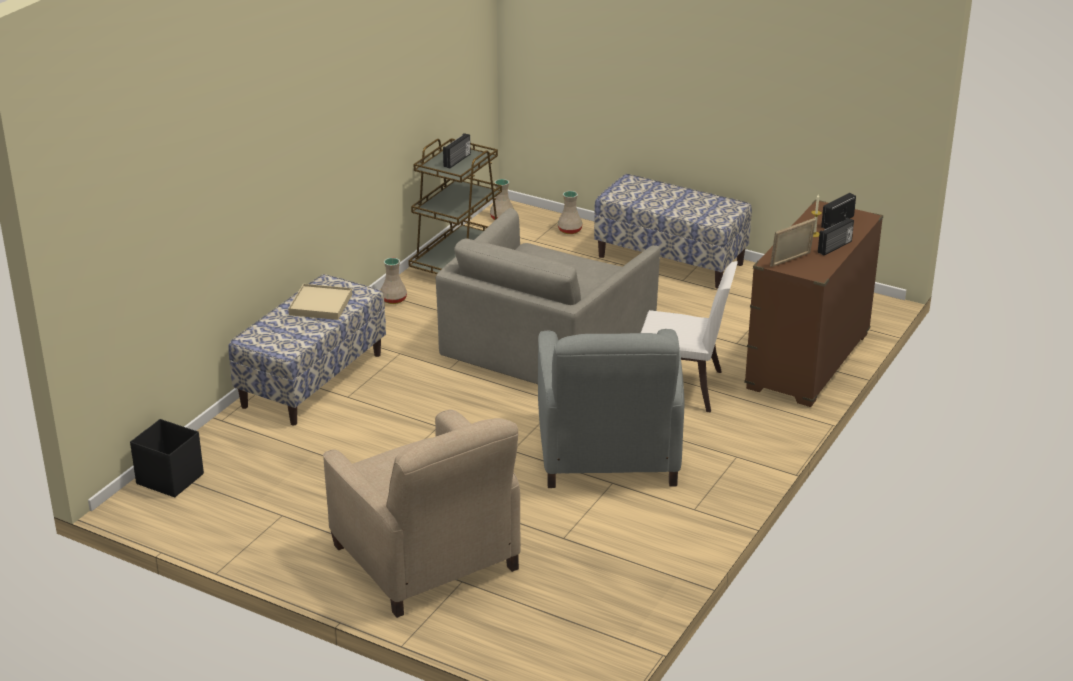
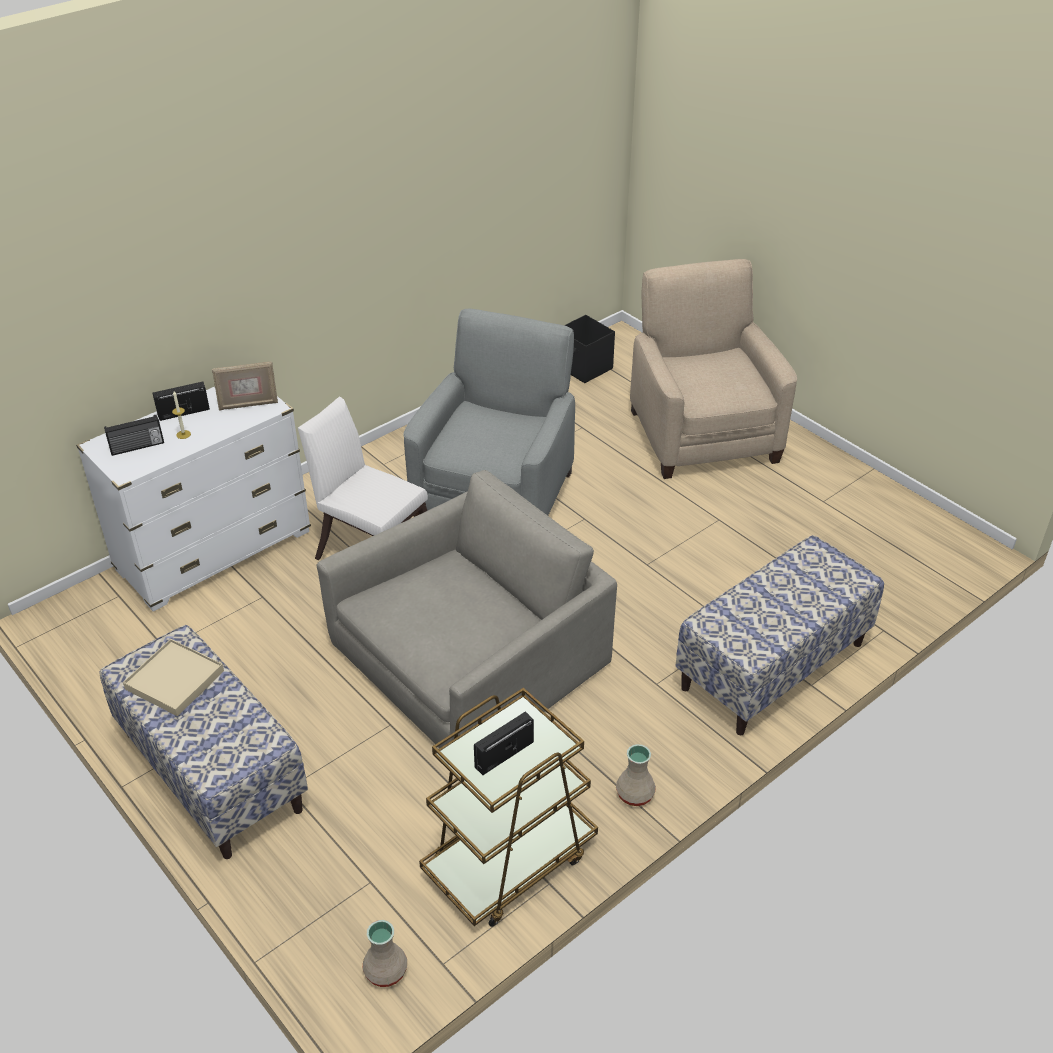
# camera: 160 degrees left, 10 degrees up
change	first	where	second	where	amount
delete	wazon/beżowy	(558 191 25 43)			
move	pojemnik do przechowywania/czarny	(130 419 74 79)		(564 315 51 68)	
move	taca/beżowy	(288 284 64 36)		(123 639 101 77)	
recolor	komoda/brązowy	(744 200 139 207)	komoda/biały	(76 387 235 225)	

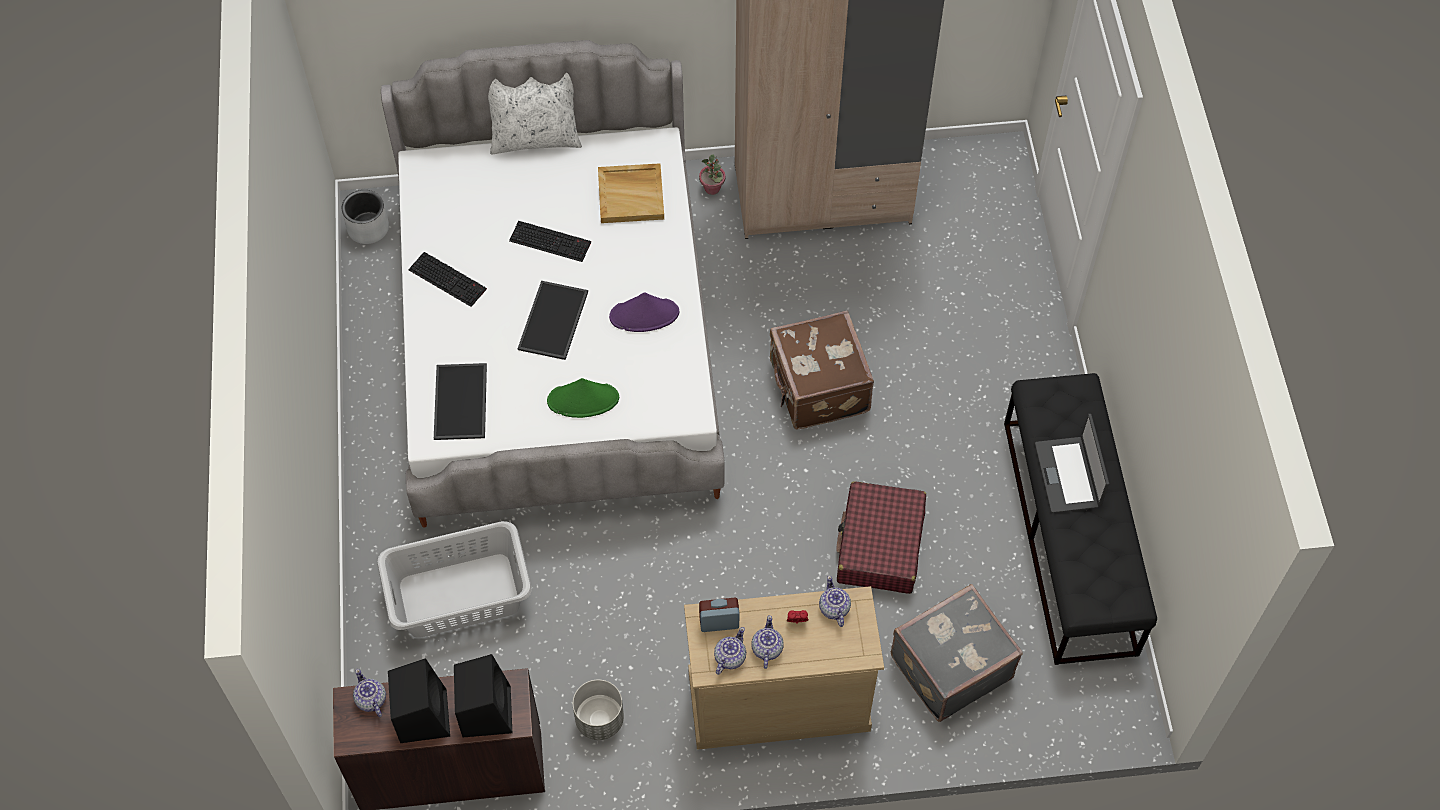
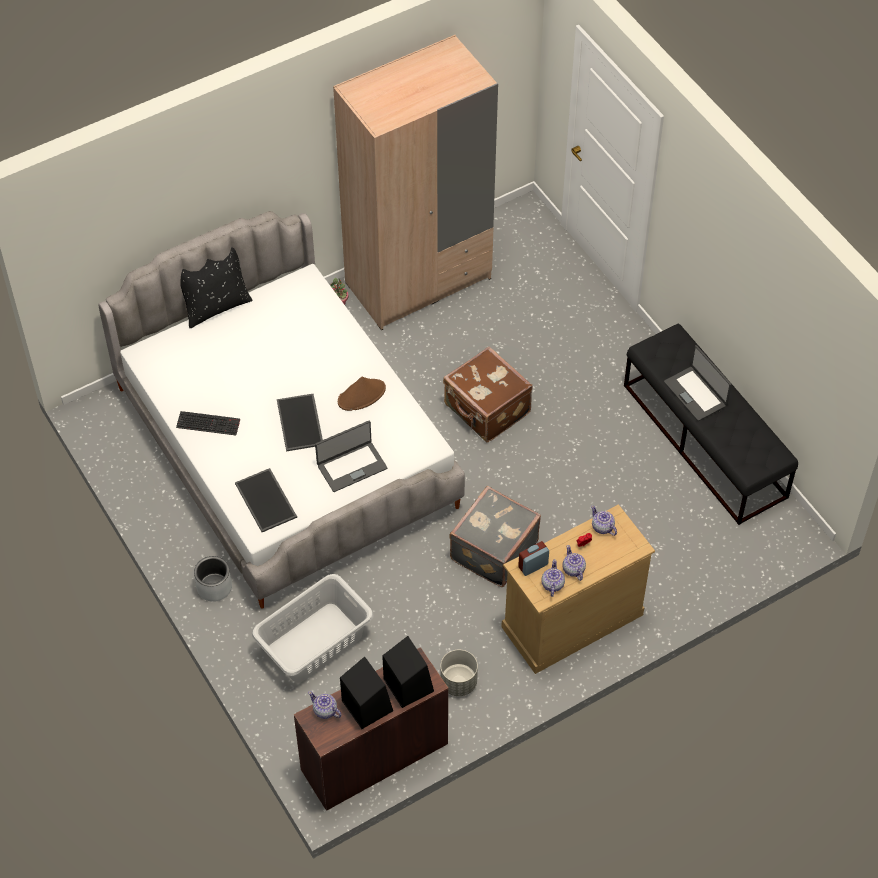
# camera: 25 degrees left, 5 degrees down
change	first	where	second	where	amount
delete	klawiatura	(509 221 82 41)			
delete	taca/beżowy	(598 163 66 60)			
delete	walizka/czerwony	(836 481 90 113)			
move	donica/szary	(342 190 47 54)		(194 556 38 46)	
move	walizka/szary	(891 584 132 138)		(449 486 92 101)	
replace	kapelusz/zielony	(547 378 72 40)	laptop	(315 421 72 71)	
recolor	poduszka/biały	(488 72 94 82)	poduszka/czarny	(180 247 73 81)	
recolor	kapelusz/fioletowy	(609 292 70 40)	kapelusz/brązowy	(338 377 48 34)	

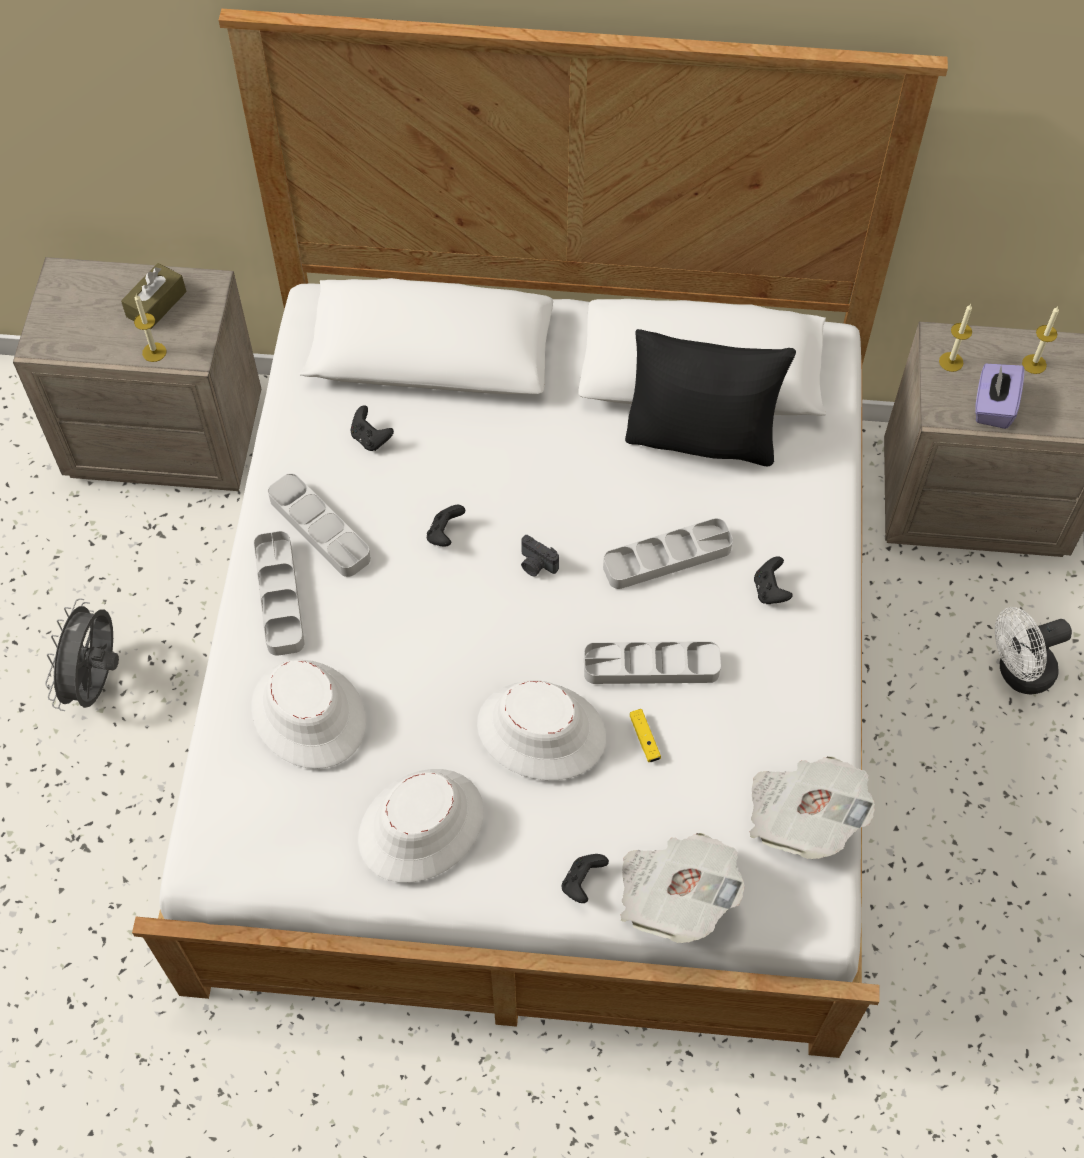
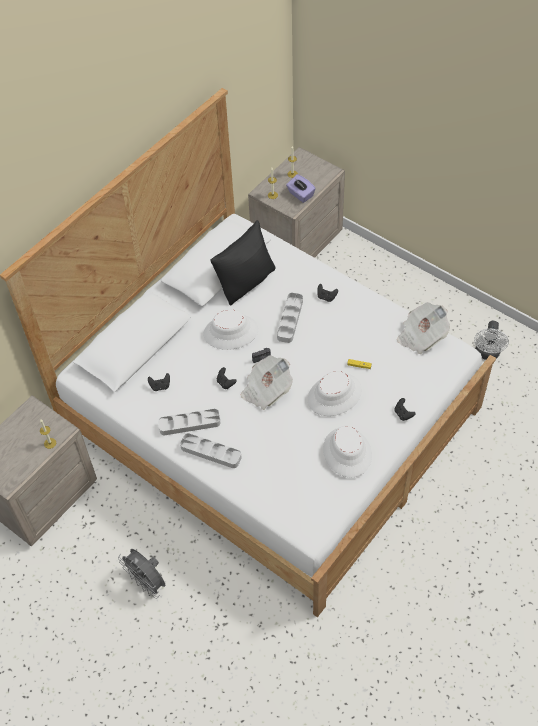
# camera: 55 degrees left, 5 degrees down
change	first	where	second	where	amount
delete	pudełko chusteczek/brązowy	(121 263 65 66)			
delete	taca/szary	(584 641 137 43)			
move	kapelusz/biały	(251 659 115 110)		(203 310 55 40)	
move	gazeta	(620 833 124 110)		(241 355 52 55)	
move	wentylator/biały	(995 607 77 88)		(474 321 35 39)	

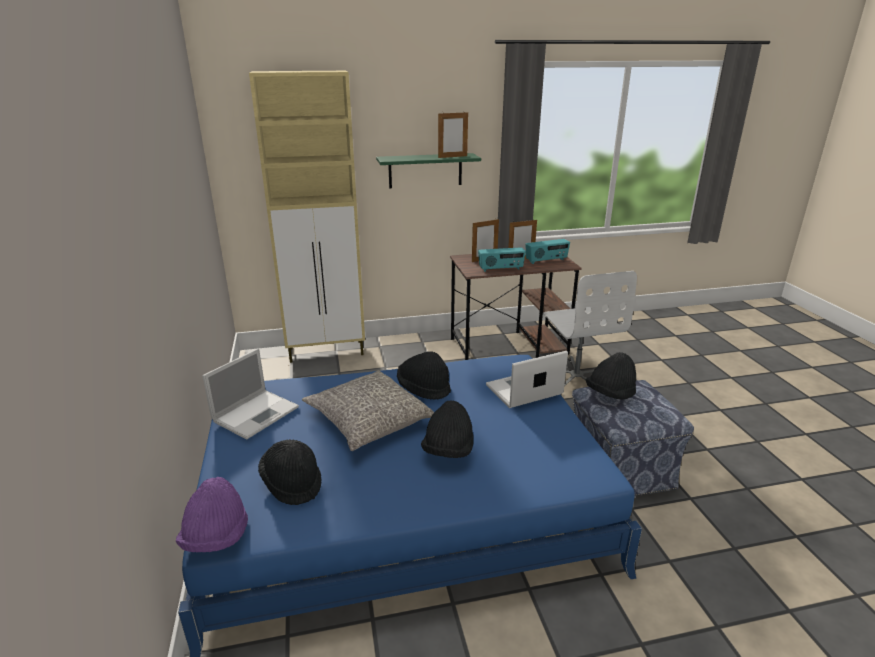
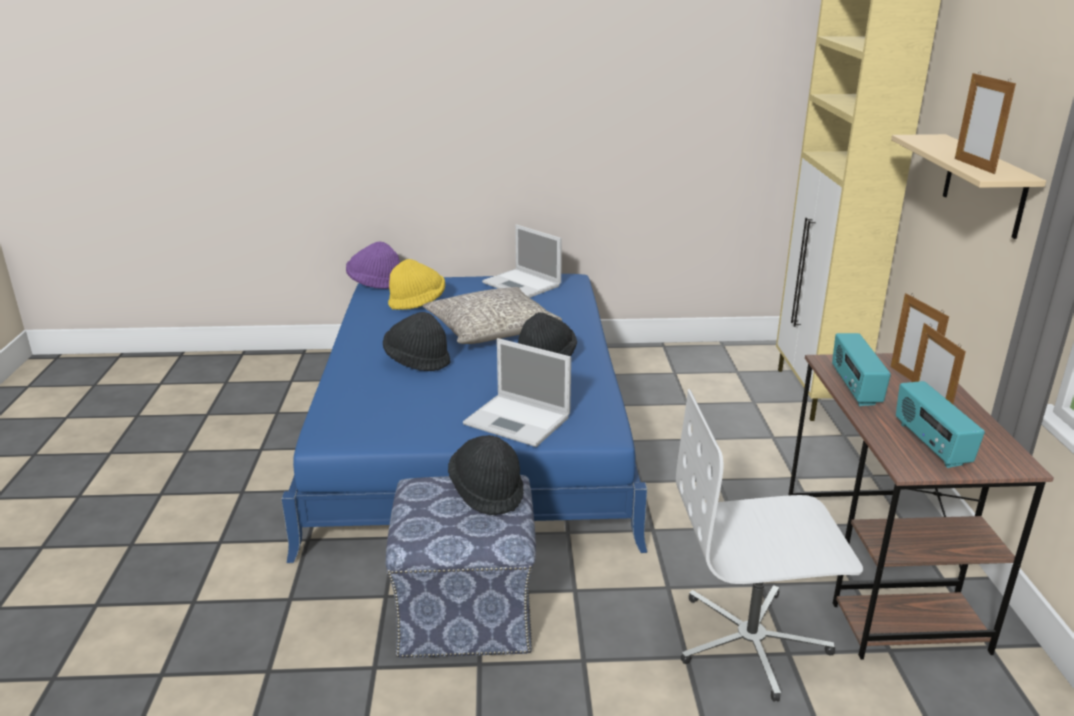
# camera: 100 degrees right, 0 degrees up
change	first	where	second	where	amount
recolor	kapelusz/czarny	(258 439 63 66)	kapelusz/żółty	(388 259 57 51)	
recolor	półka/zielony	(376 153 105 35)	półka/beżowy	(891 134 155 105)	
rotate	laptop	(486 351 82 57)		(463 338 108 109)	135 degrees clockwise

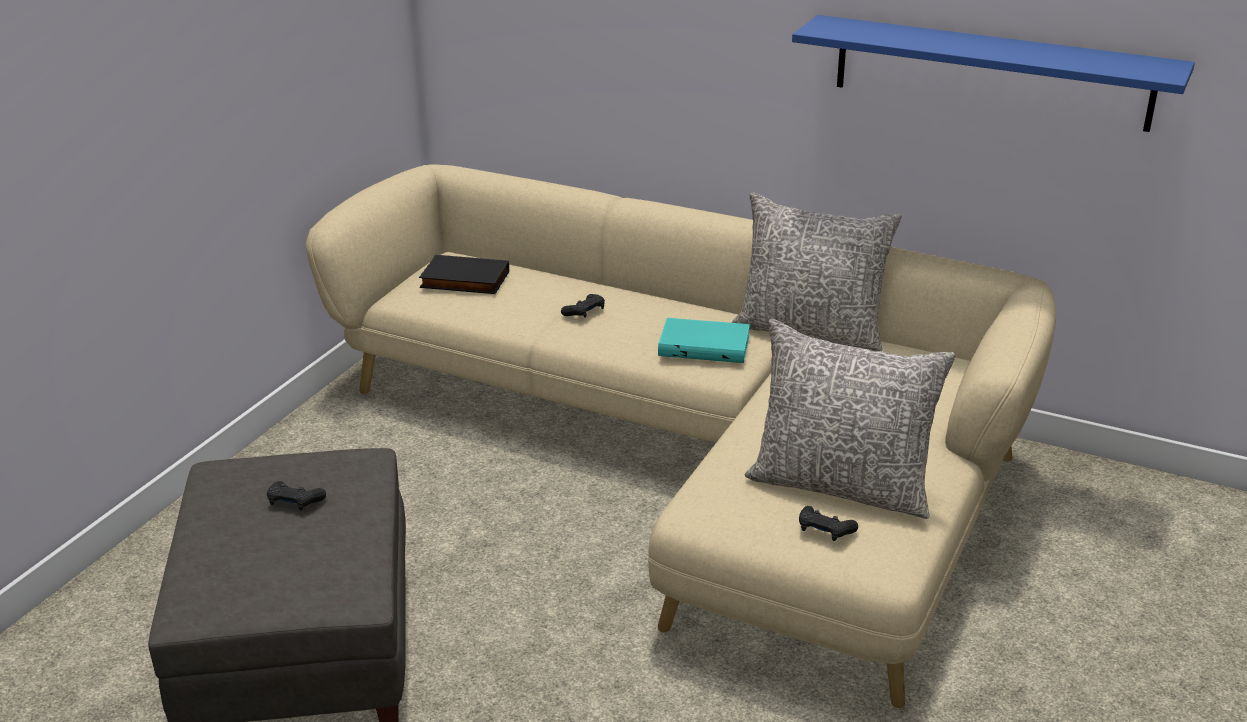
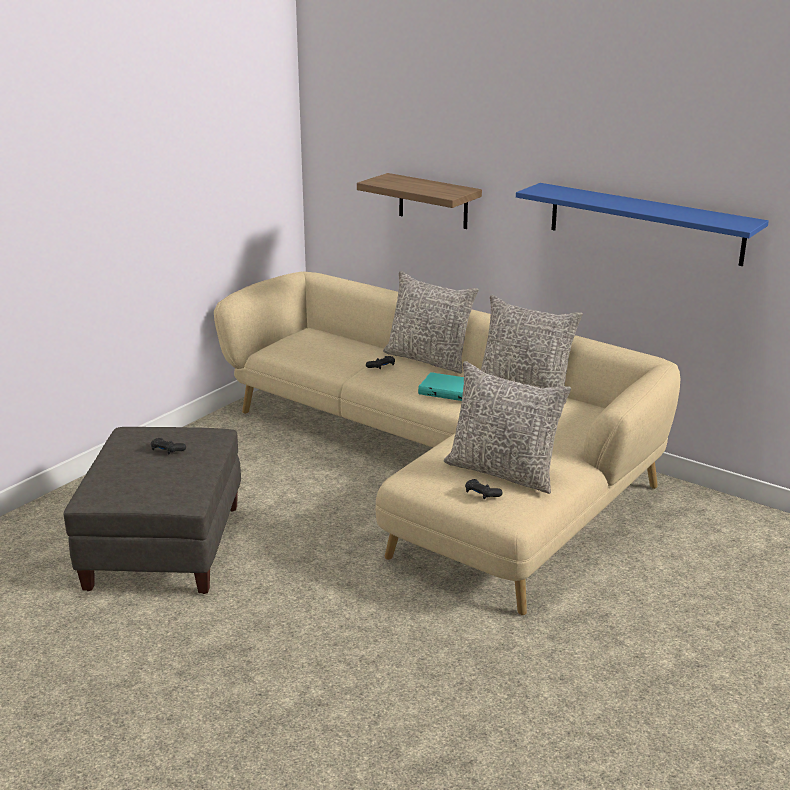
# camera: 10 degrees right, 5 degrees down
change	first	where	second	where	amount
delete	książka/czarny	(419 255 90 39)			
insert			półka	(357 173 125 56)	
insert			poduszka/szary	(383 271 96 103)	

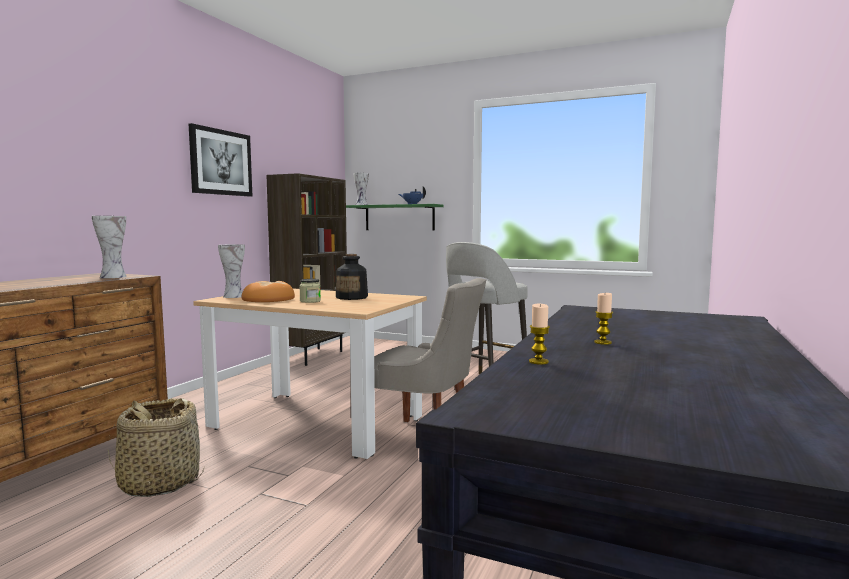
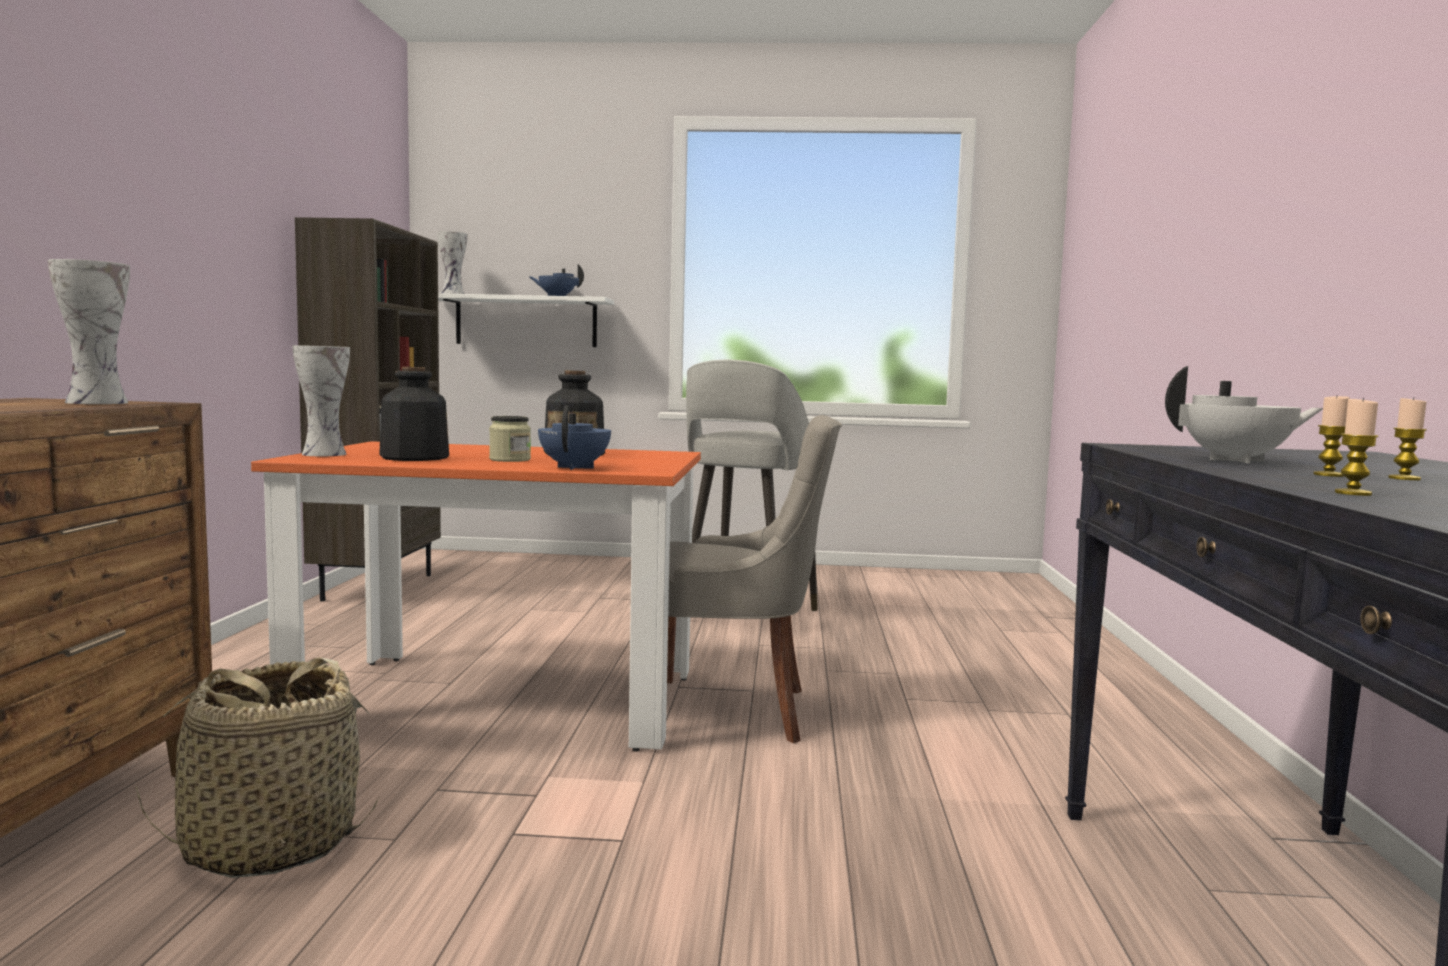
# camera: 20 degrees left, 0 degrees up
change	first	where	second	where	amount
delete	obraz	(189 123 63 74)			
insert			imbryk/niebieski	(538 405 73 65)	
insert			imbryk/biały	(1165 366 158 97)	
insert			świeca	(1388 397 39 83)	
replace	chleb	(241 281 54 21)	butelka	(379 367 70 94)	
recolor	stół jadalny/beżowy	(193 289 234 170)	stół jadalny/pomarańczowy	(251 441 450 311)	
recolor	półka/zielony	(346 204 98 26)	półka/biały	(438 293 176 54)	

